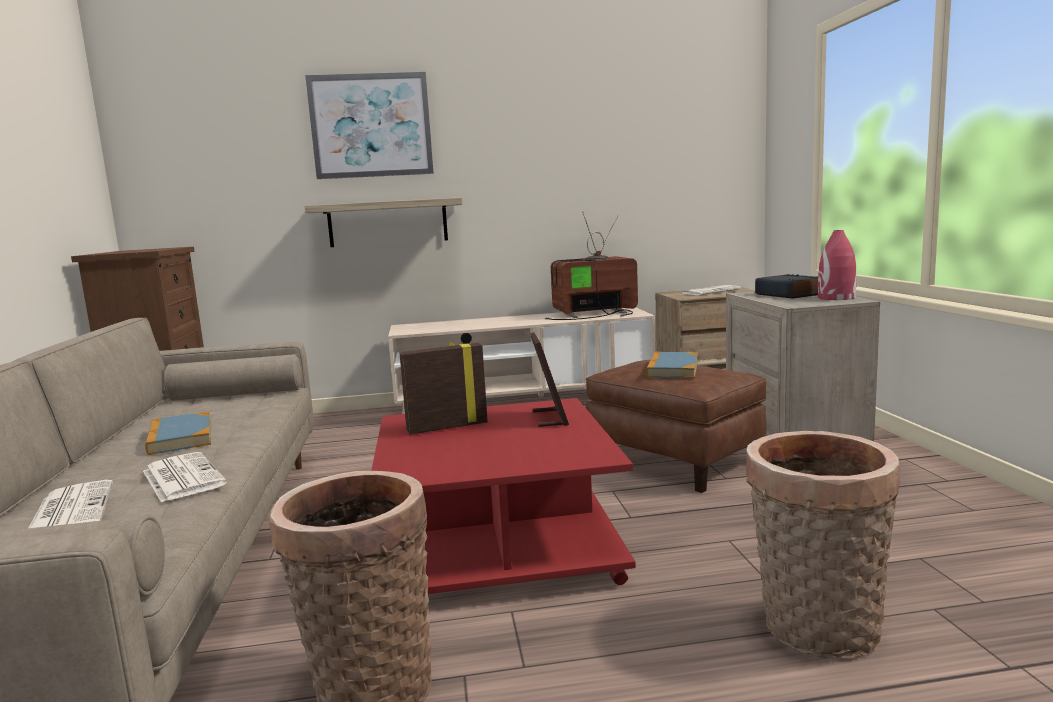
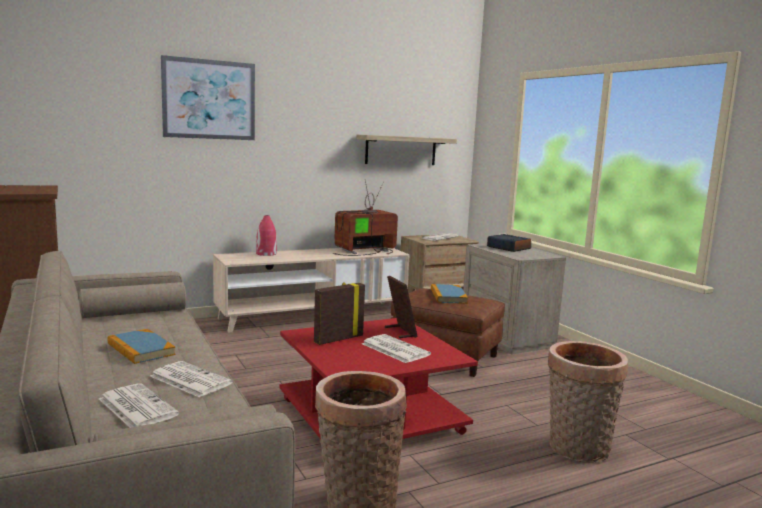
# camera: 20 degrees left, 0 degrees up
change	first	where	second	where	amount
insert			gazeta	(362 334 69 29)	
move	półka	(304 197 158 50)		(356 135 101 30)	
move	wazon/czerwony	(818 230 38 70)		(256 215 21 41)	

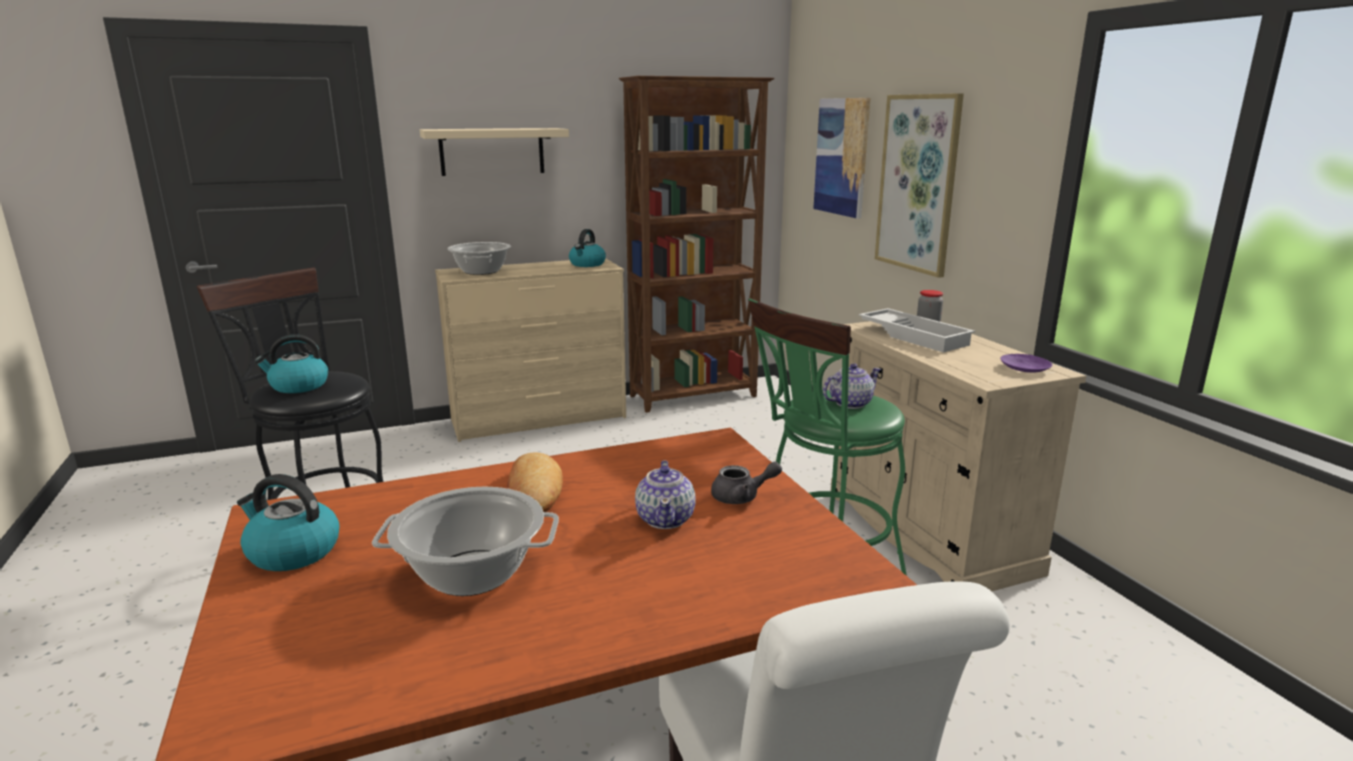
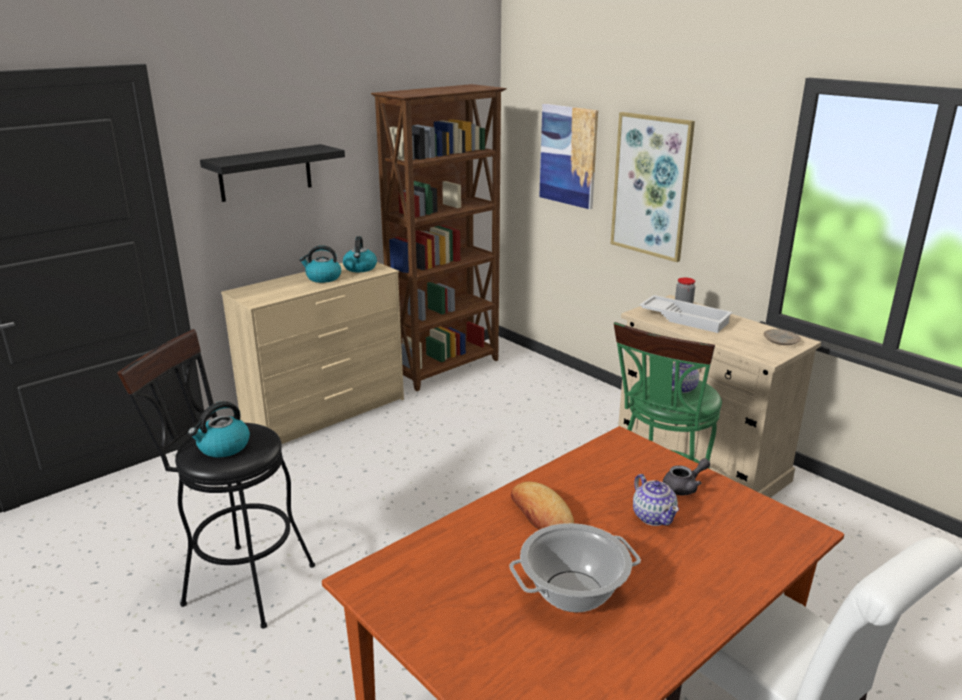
# camera: 20 degrees left, 5 degrees up
change	first	where	second	where	amount
delete	garnek	(447 242 64 33)			
move	czajnik	(237 474 102 97)		(299 245 42 38)	
recolor	półka/beżowy	(420 128 149 48)	półka/czarny	(200 144 145 58)	
recolor	talerz/fioletowy	(1000 354 52 19)	talerz/beżowy	(764 329 37 16)	

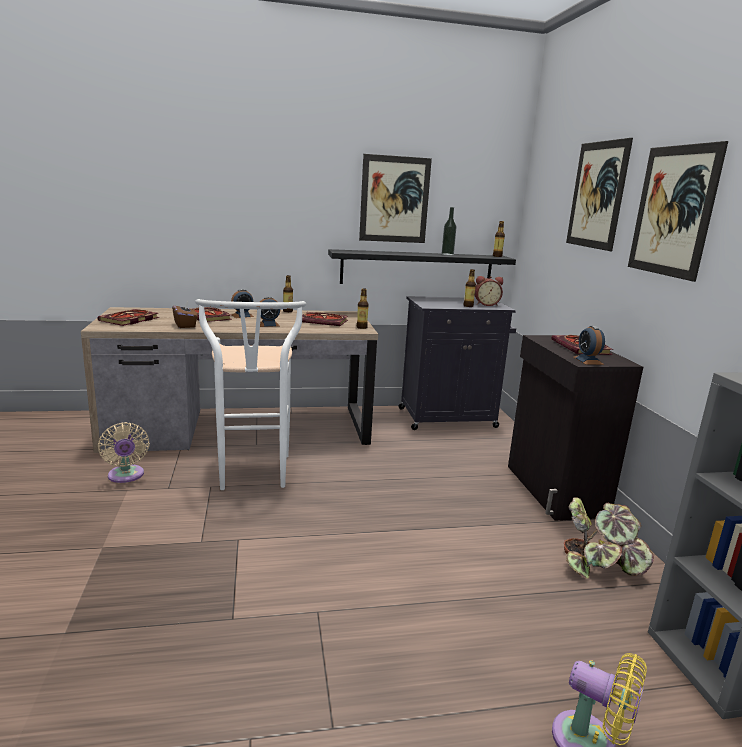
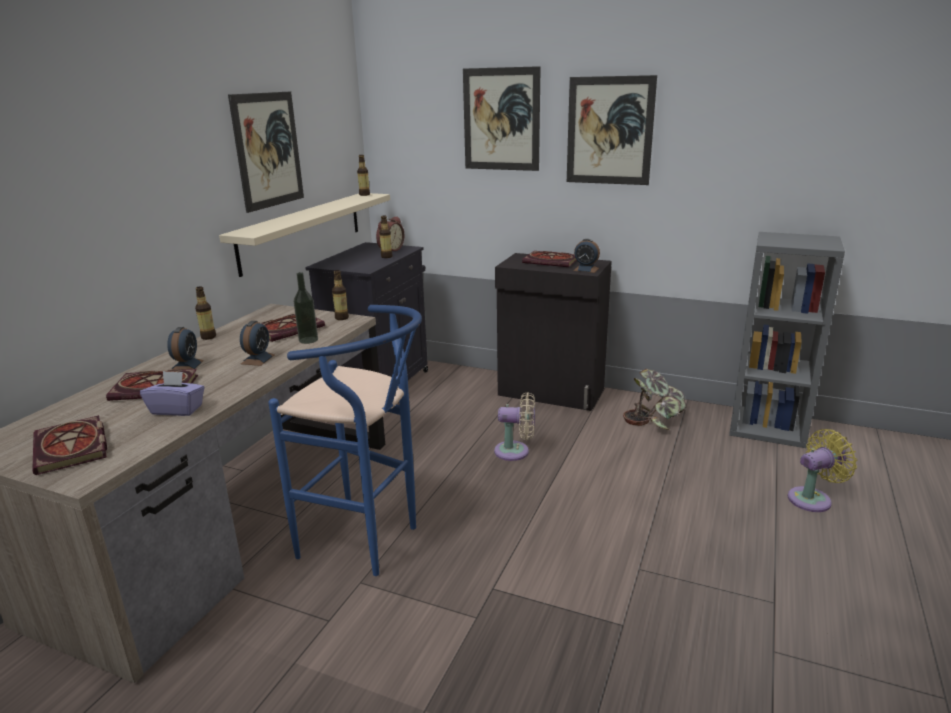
# camera: 55 degrees left, 5 degrees up
change	first	where	second	where	amount
move	wentylator/beżowy	(98 422 52 61)		(494 392 41 69)	
move	butelka	(442 207 15 48)		(294 272 24 72)	
recolor	pudełko chusteczek/brązowy	(172 301 26 27)	pudełko chusteczek/fioletowy	(140 371 65 45)	
recolor	stołek/biały	(195 299 111 191)	stołek/niebieski	(268 305 154 271)	
recolor	półka/czarny	(328 249 188 35)	półka/beżowy	(219 193 171 84)	

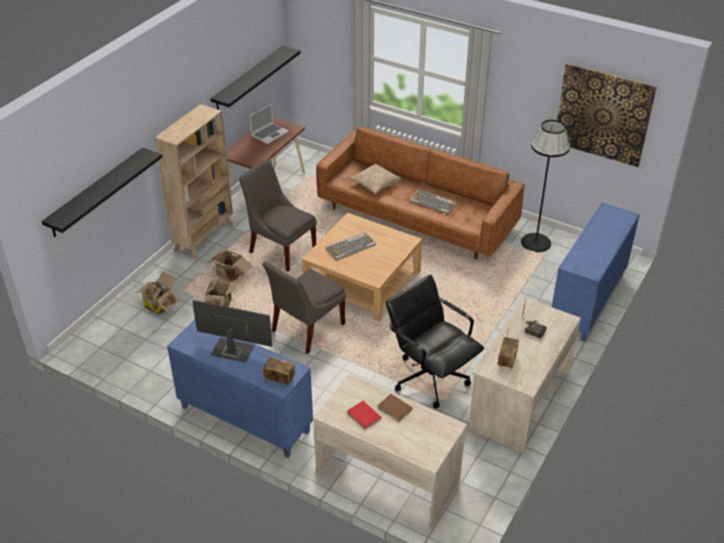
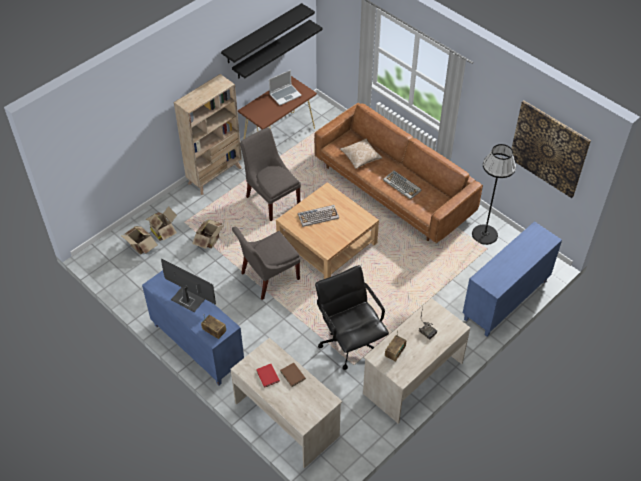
# camera: 15 degrees right, 10 degrees up
change	first	where	second	where	amount
move	półka/czarny	(42 148 120 89)		(221 3 94 60)	
move	karton	(208 249 44 32)		(122 226 35 29)	

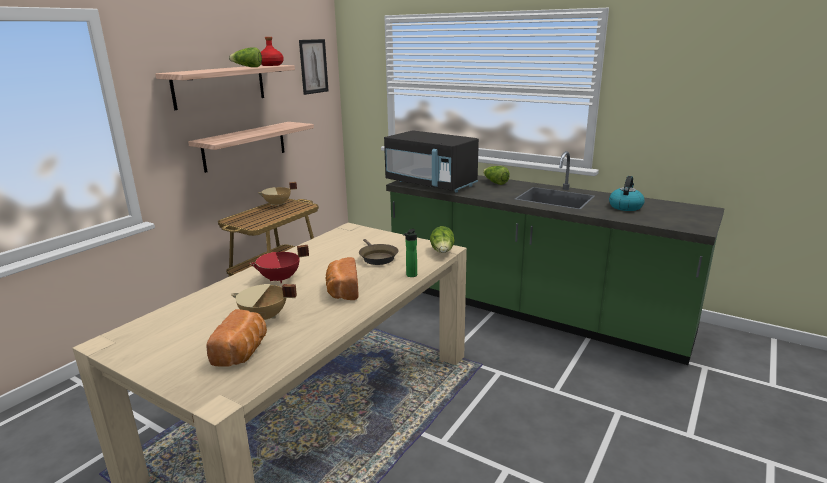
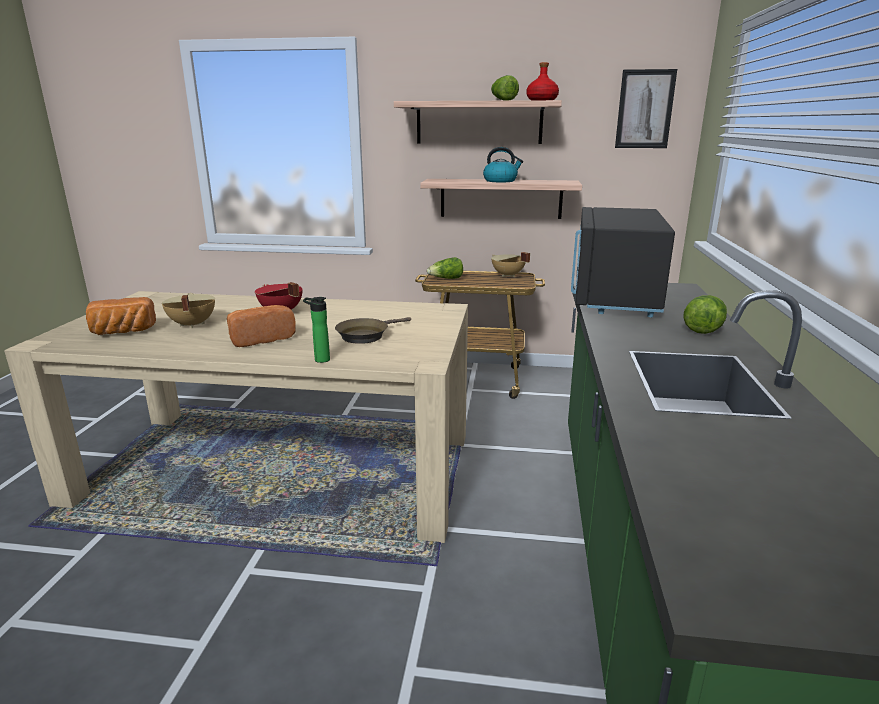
# camera: 65 degrees right, 0 degrees up
change	first	where	second	where	amount
move	sałata	(430 226 25 27)		(427 257 36 22)	
move	czajnik	(609 176 36 35)		(483 147 40 35)	

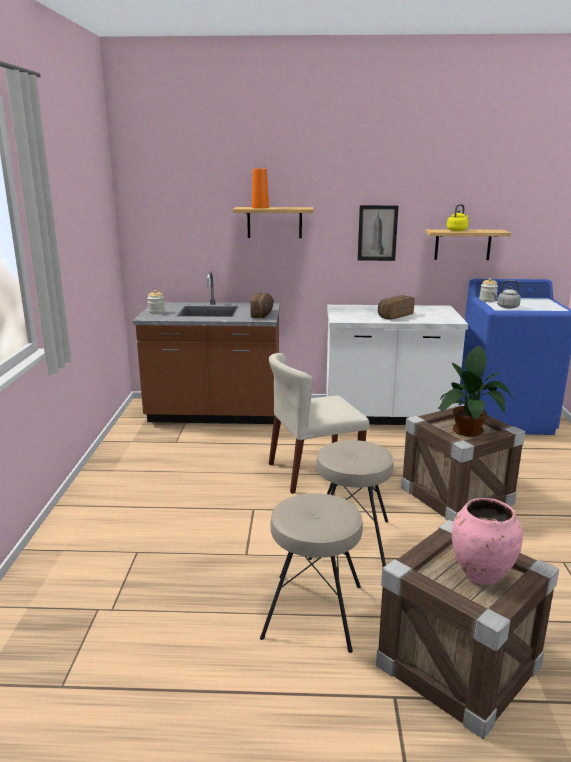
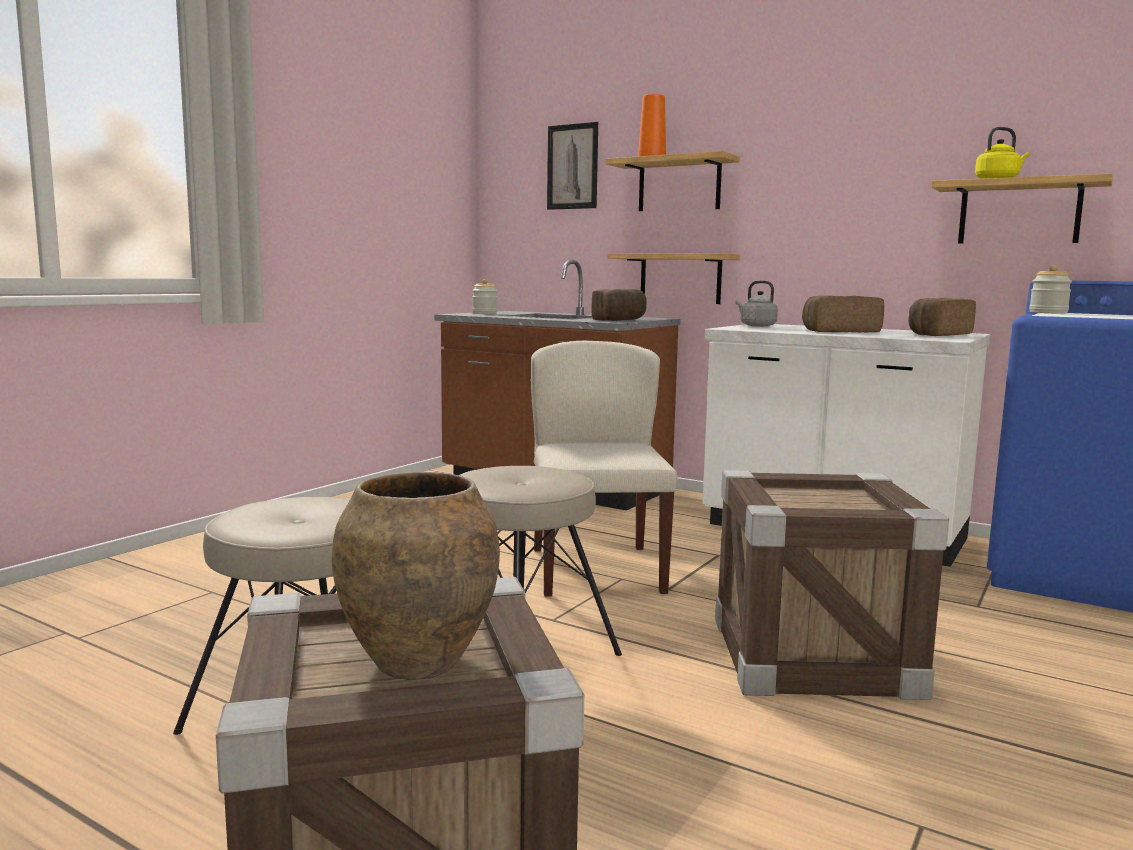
# camera: 30 degrees right, 10 degrees down
change	first	where	second	where	amount
delete	roślina doniczkowa	(438 346 76 91)			
insert			półka	(607 253 133 51)	
insert			chleb	(908 298 68 38)	
move	obraz	(358 205 40 56)		(547 122 51 88)	
move	czajnik/szary	(492 280 29 29)		(736 281 42 46)	
recolor	wazon/różowy	(452 498 70 87)	wazon/brązowy	(332 472 168 208)	
rotate	krzesło/beżowy	(269 353 100 141)		(531 341 147 256)	75 degrees clockwise

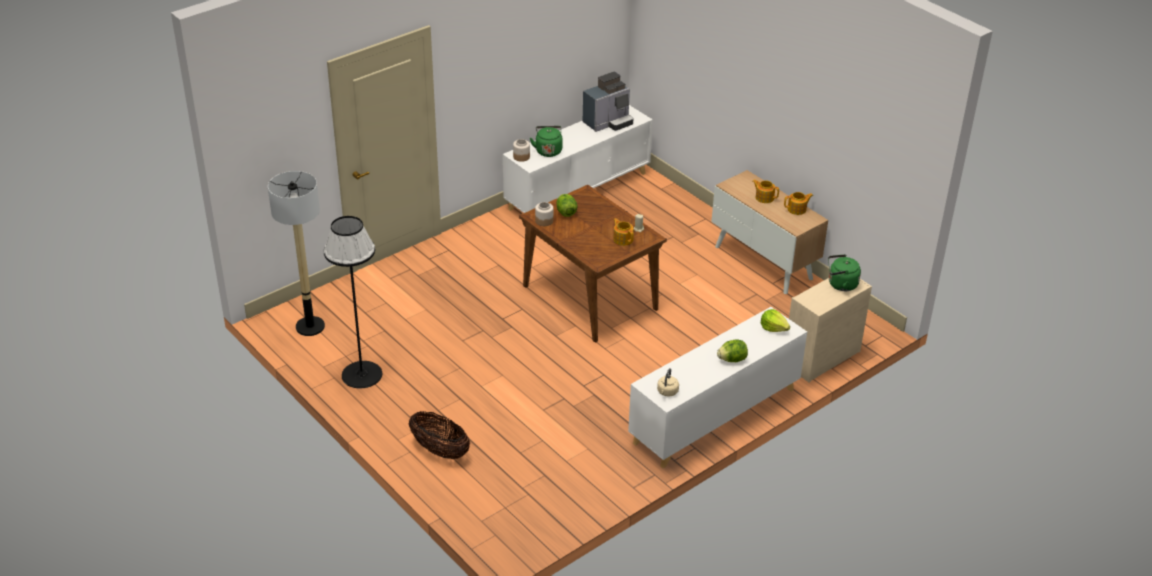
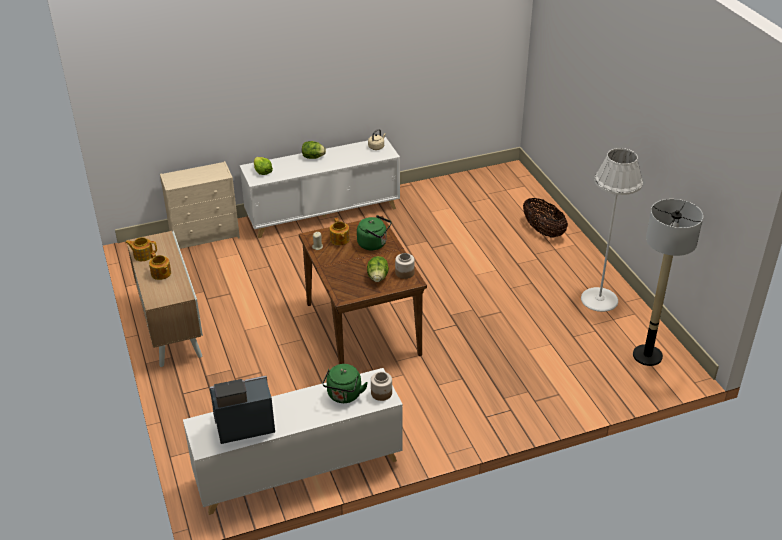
# camera: 160 degrees left, 0 degrees up
change	first	where	second	where	amount
move	czajnik/zielony	(828 254 33 37)		(357 215 35 35)	
recolor	lampa stojąca/czarny	(324 216 59 173)	lampa stojąca/biały	(581 148 62 164)	

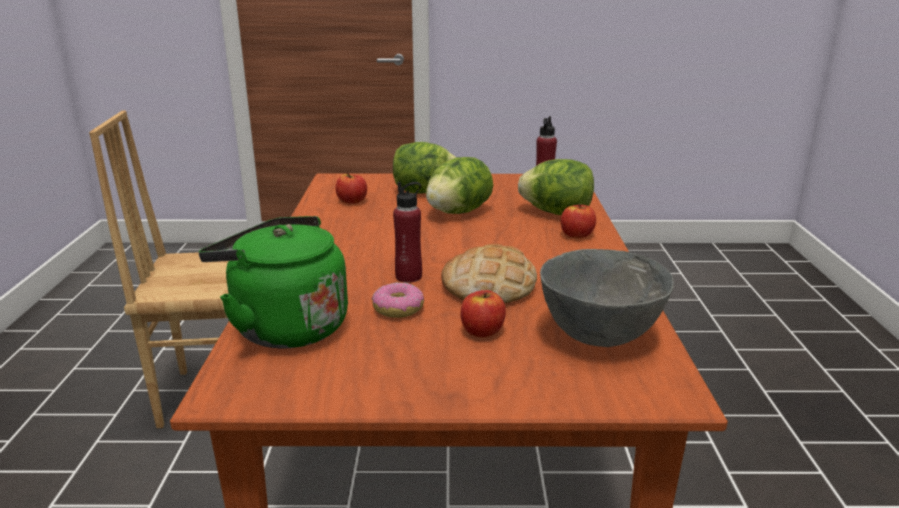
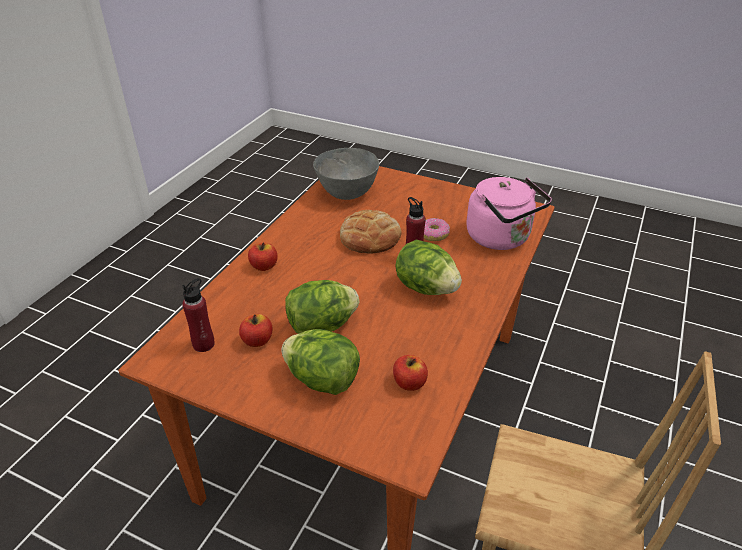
# camera: 155 degrees left, 15 degrees up
change	first	where	second	where	amount
move	jabłko	(461 290 45 48)		(239 314 34 33)	
move	sałata	(518 159 76 56)		(395 240 67 55)	
recolor	czajnik/zielony	(199 216 149 133)	czajnik/różowy	(466 177 86 73)	

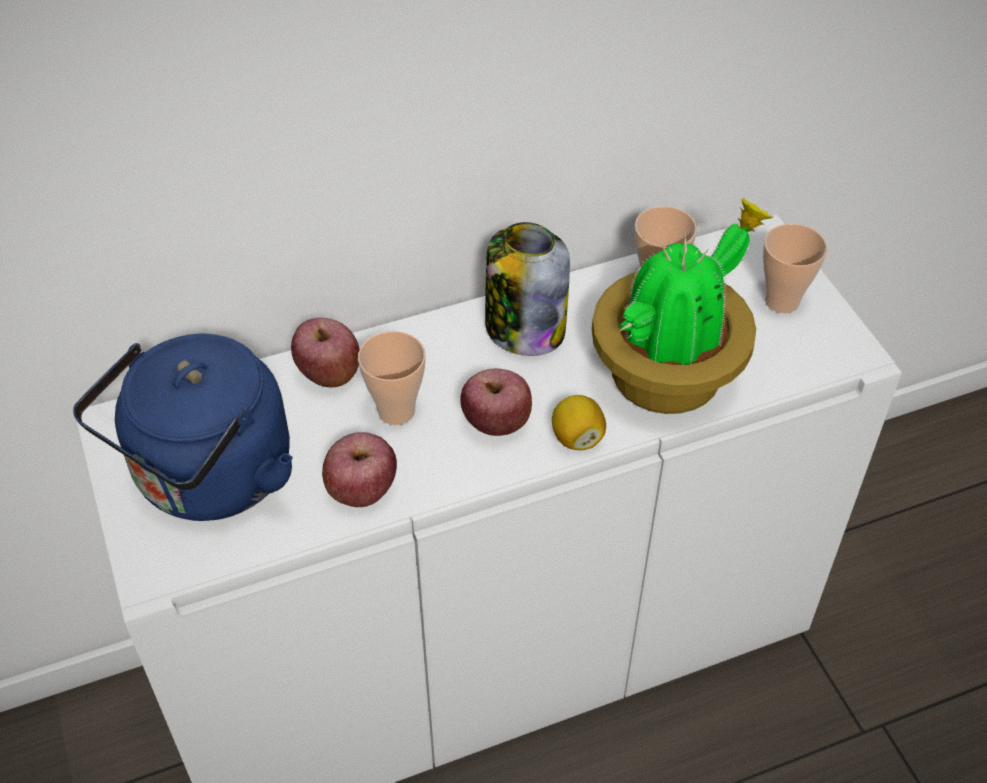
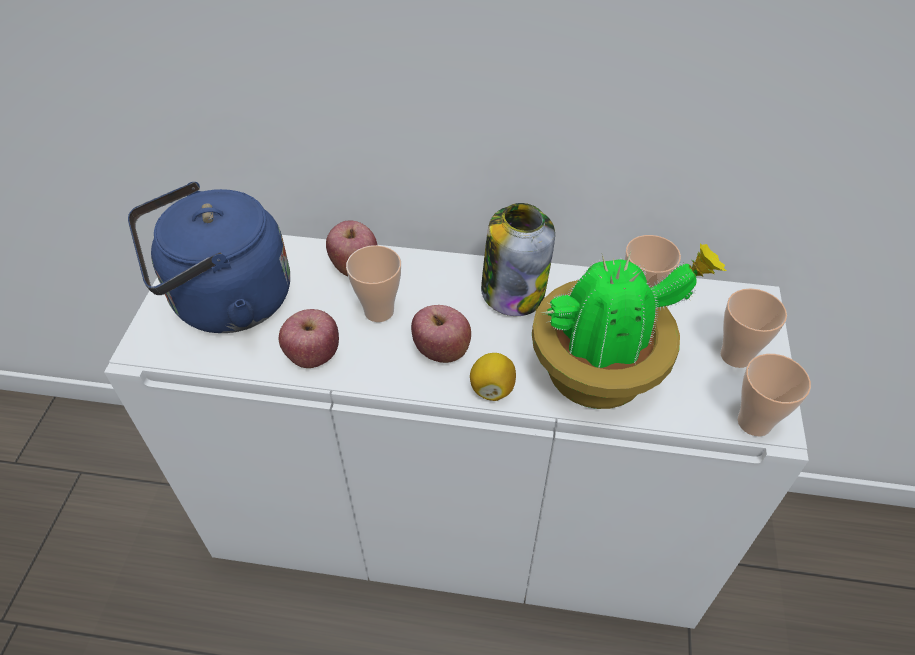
# camera: 30 degrees right, 0 degrees up
change	first	where	second	where	amount
insert			filiżanka	(738 354 73 83)	

